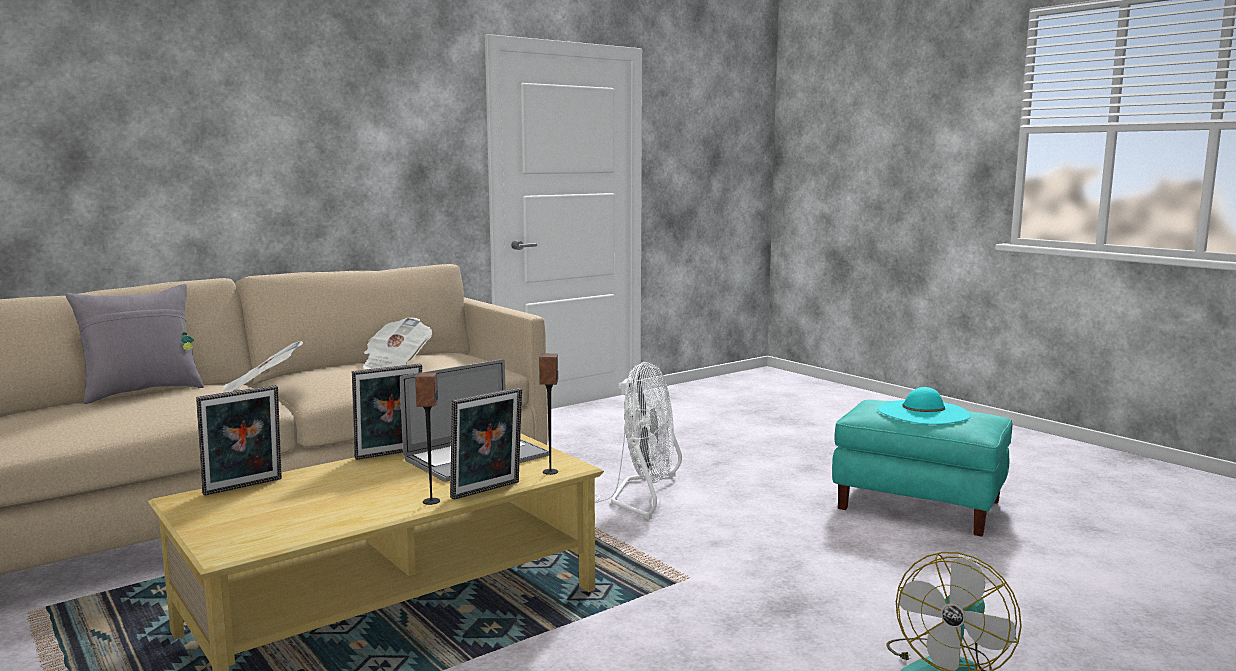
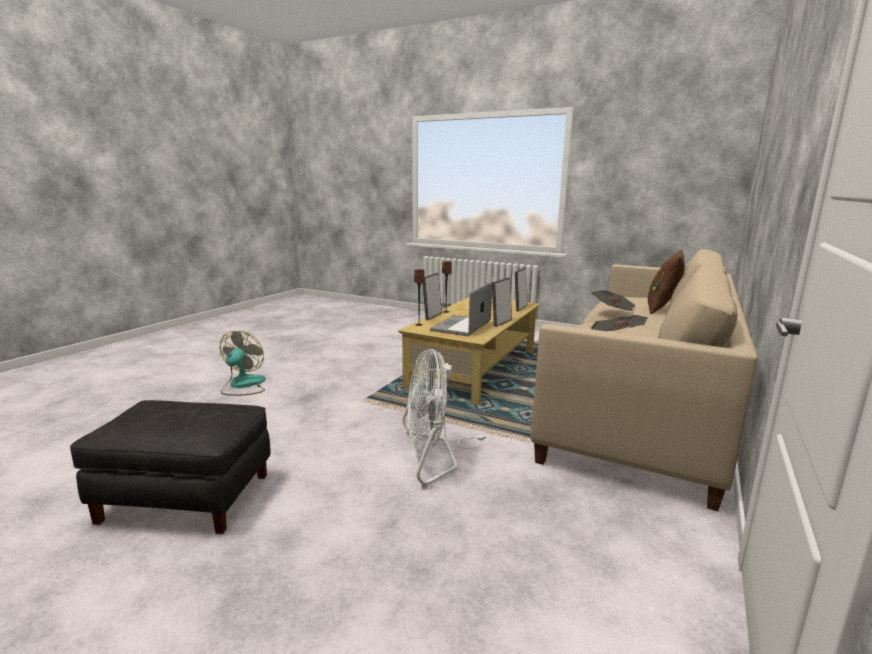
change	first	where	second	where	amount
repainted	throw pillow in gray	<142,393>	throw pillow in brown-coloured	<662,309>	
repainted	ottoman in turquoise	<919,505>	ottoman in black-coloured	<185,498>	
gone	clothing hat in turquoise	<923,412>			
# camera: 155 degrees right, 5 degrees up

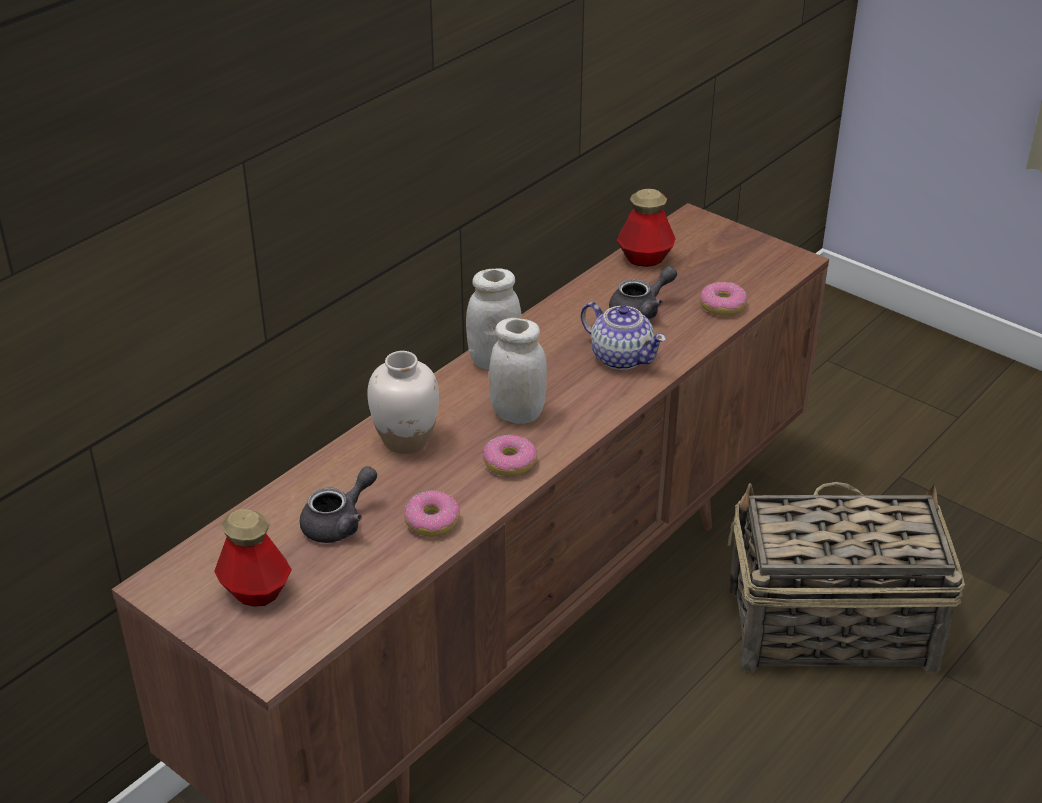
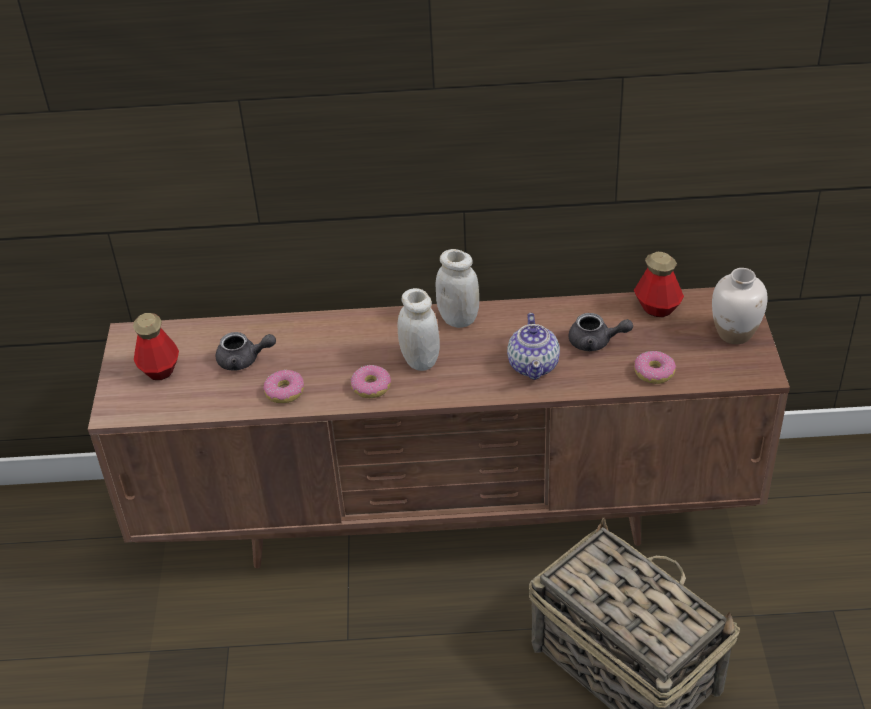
change	first	where	second	where	amount
shifted	vase in white-coloured	<406,440>		<735,333>	
# camera: 50 degrees right, 5 degrees up

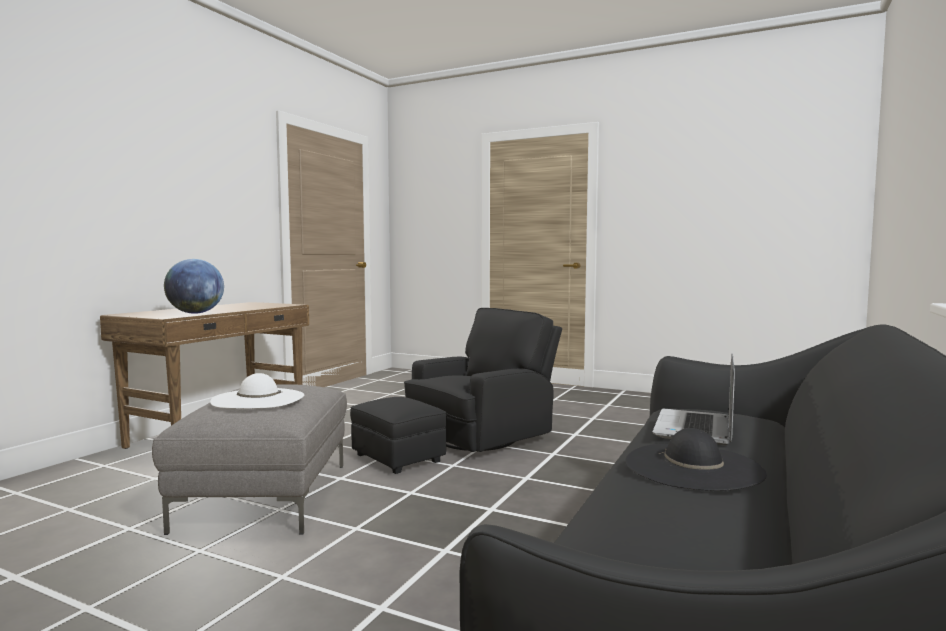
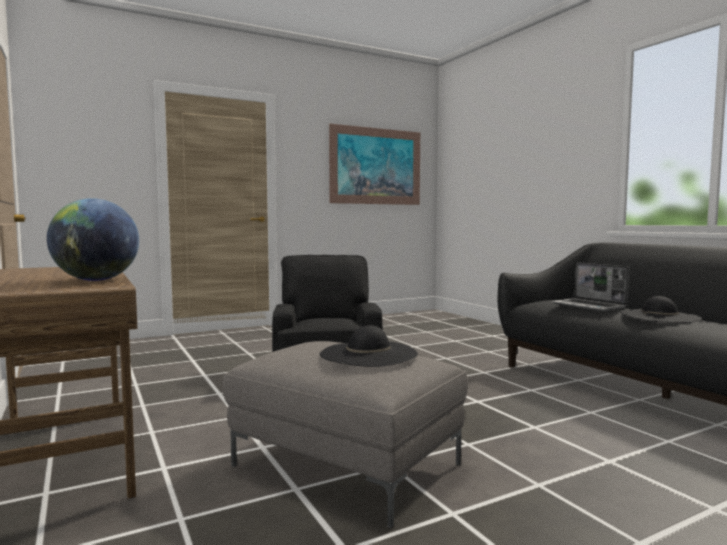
change	first	where	second	where	amount
repainted	clothing hat in white-coloured	<258,399>	clothing hat in black-coloured	<368,354>	
new			picture	<376,166>	
# camera: 55 degrees left, 0 degrees up

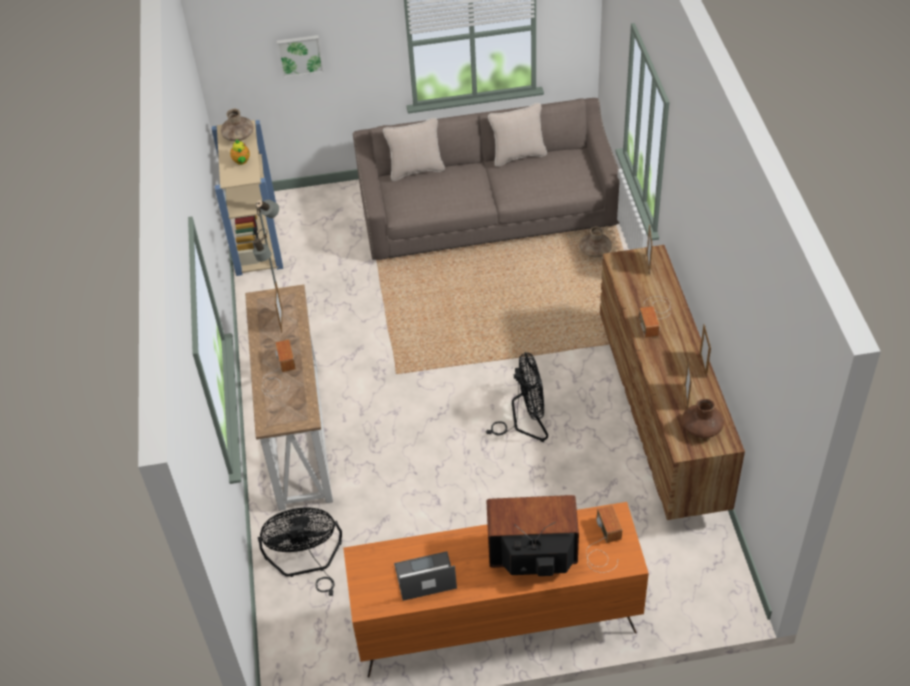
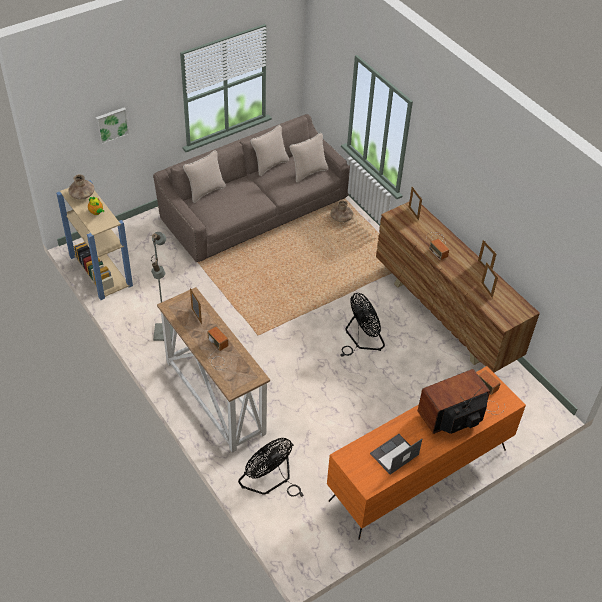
change	first	where	second	where	amount
gone	vase in brown-coloured	<701,428>			
new			throw pillow in beige	<308,172>	
# camera: 30 degrees left, 0 degrees up

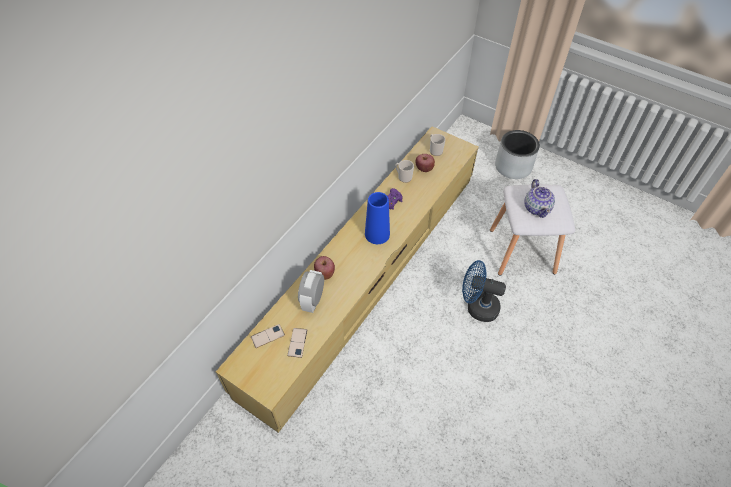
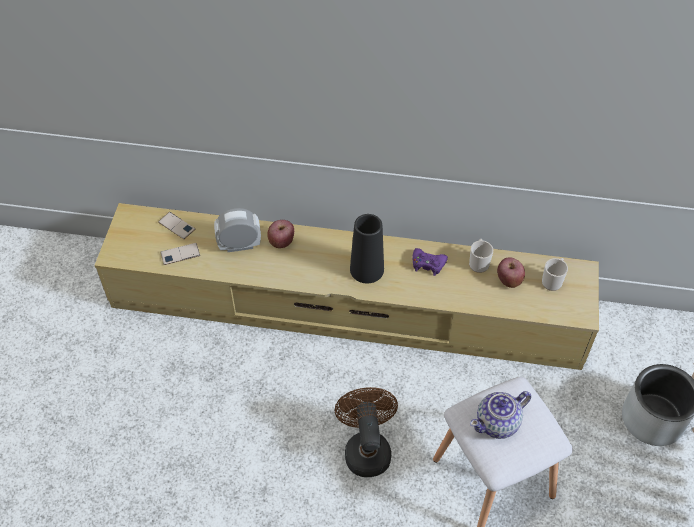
change	first	where	second	where	amount
repainted	vase in blue-coloured	<377,234>	vase in black-coloured	<367,269>	
repainted	cooling fan in blue-coloured	<477,306>	cooling fan in brown-coloured	<366,448>	
# camera: 65 degrees right, 0 degrees up

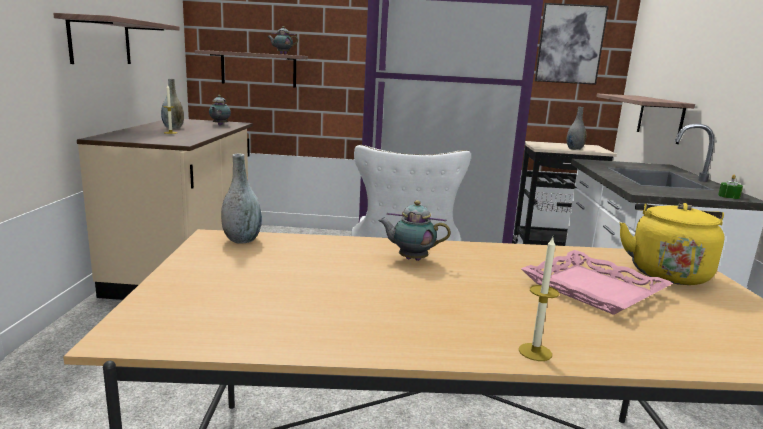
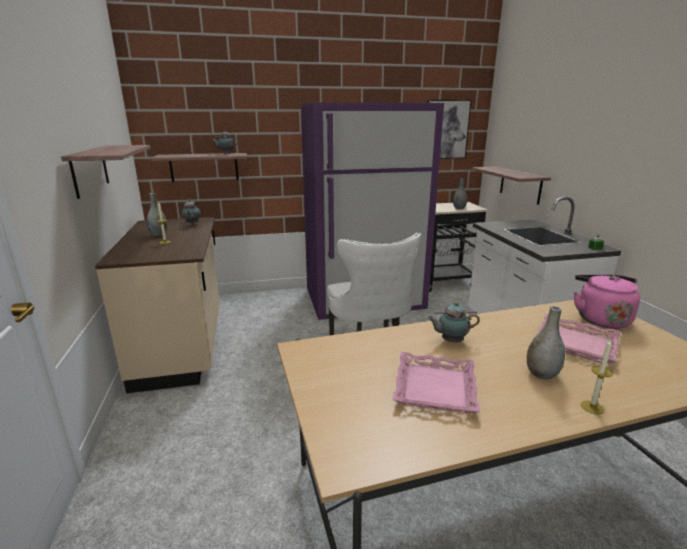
change	first	where	second	where	amount
shifted	vase in gray	<242,240>		<541,374>	
repainted	water kettle in yellowish	<666,272>	water kettle in pink	<600,319>	
new			tray in pink	<436,388>	
# camera: 15 degrees left, 5 degrees up

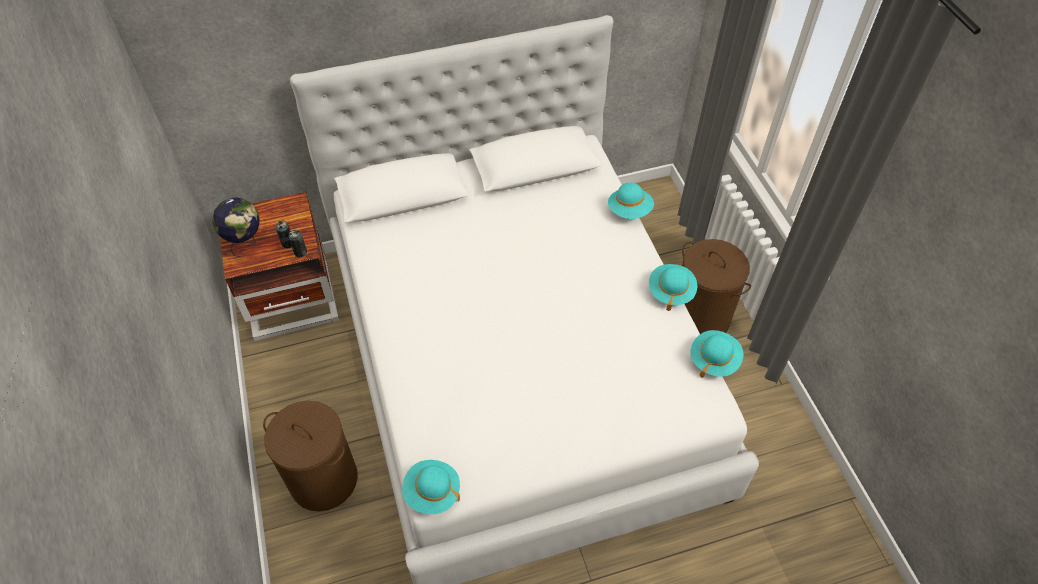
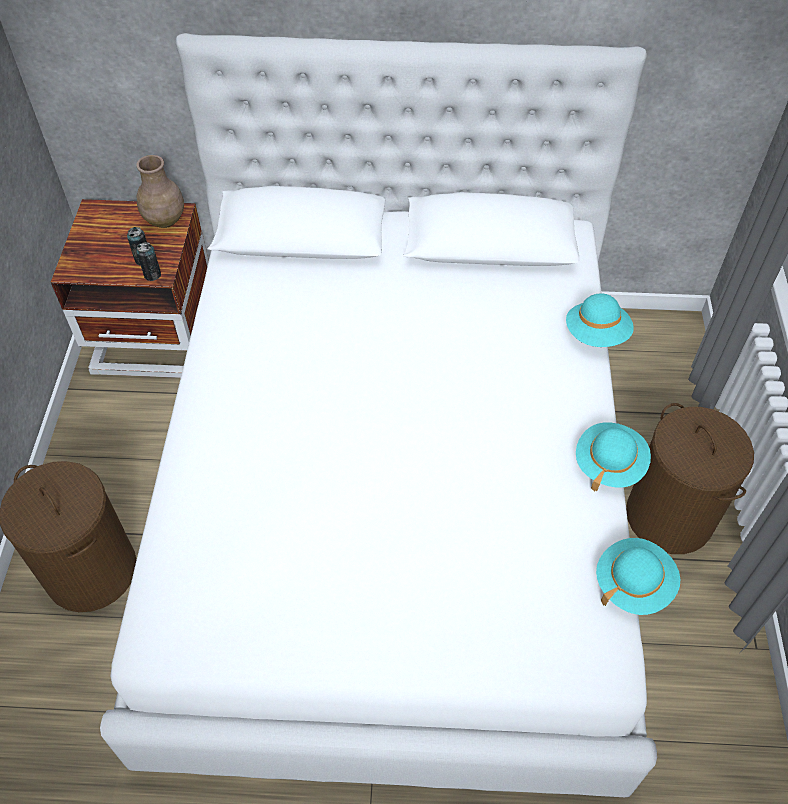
change	first	where	second	where	amount
gone	desk globe	<245,242>			
gone	clothing hat in turquoise	<432,492>			
new			vase in brown-coloured	<165,220>	
# camera: 20 degrees right, 0 degrees up

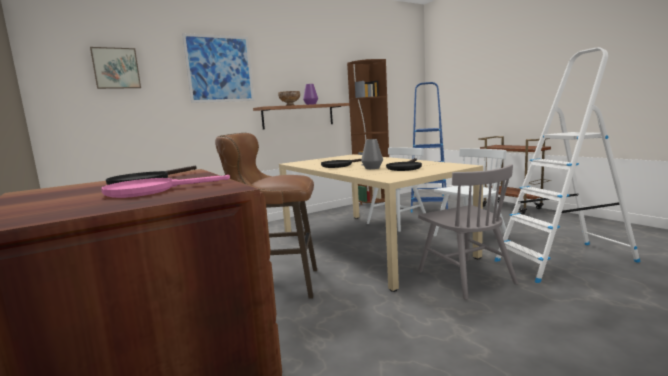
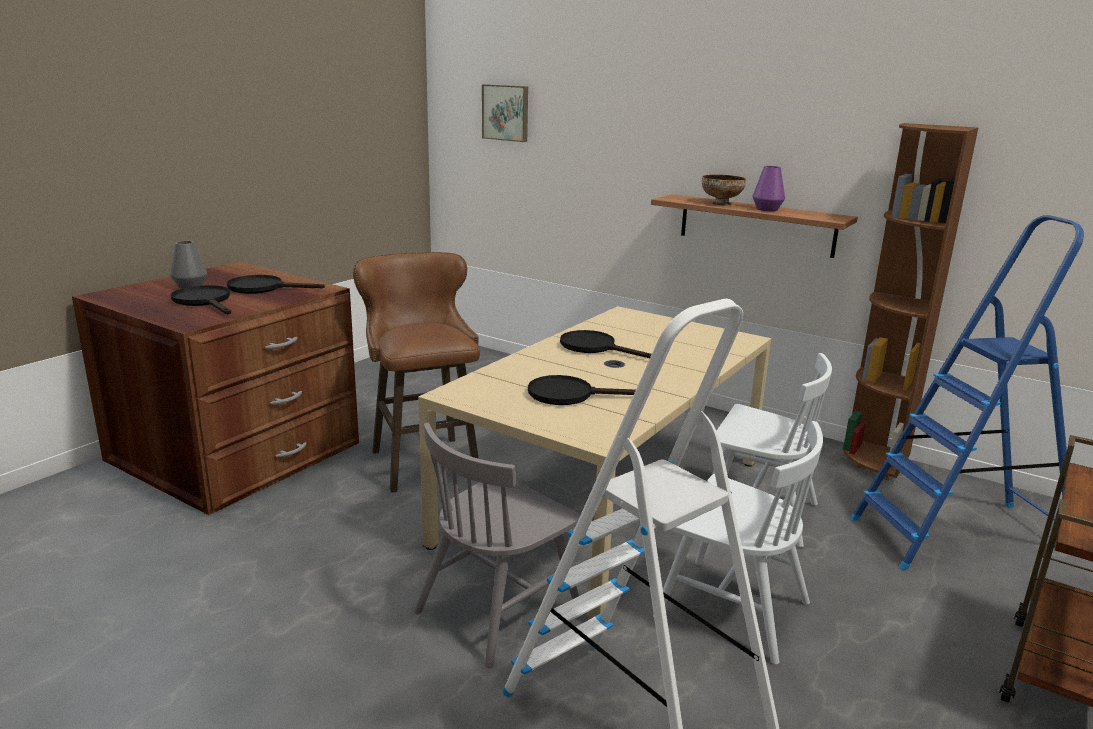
change	first	where	second	where	amount
repainted	pan in pink	<151,190>	pan in black-coloured	<205,301>	
gone	picture	<220,69>			
shifted	vase in gray	<372,168>		<190,286>	
# camera: 65 degrees right, 10 degrees up

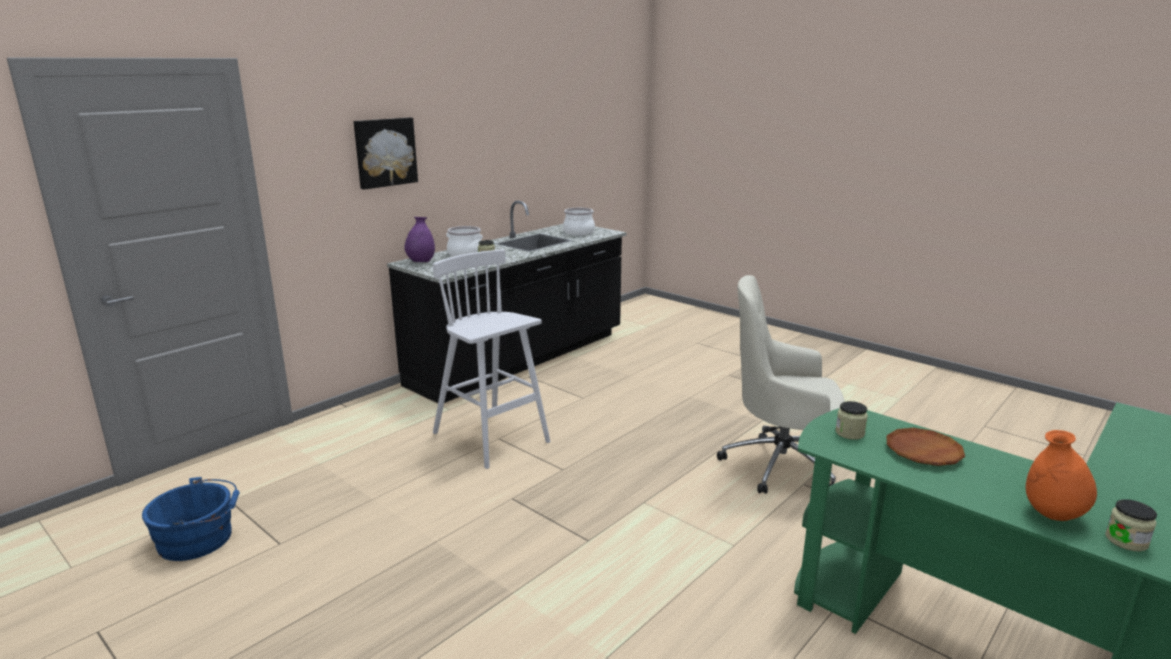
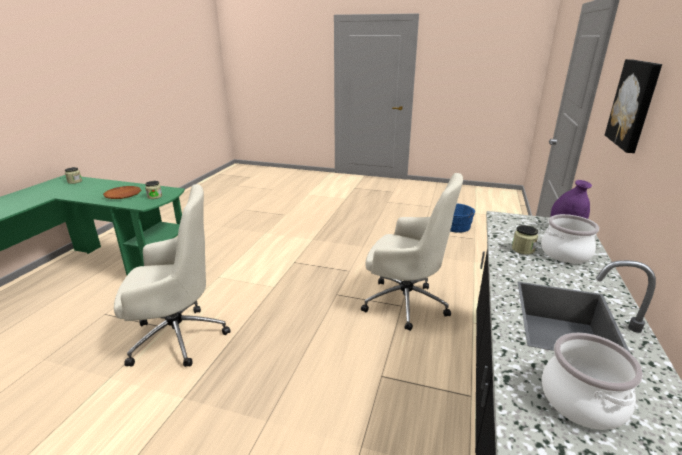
change	first	where	second	where	amount
swapped	stool in white-coloured	<492,438>	desk chair in beige	<405,304>	
gone	vase in orange	<1052,515>			
# camera: 155 degrees right, 5 degrees up

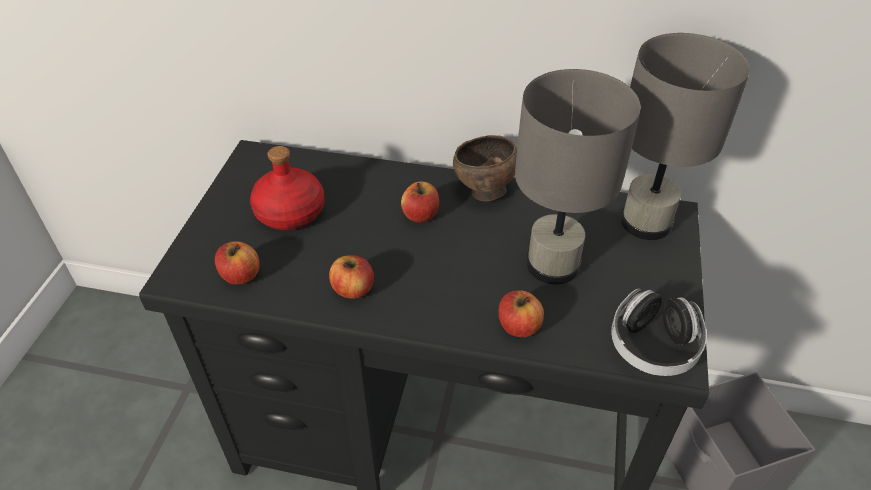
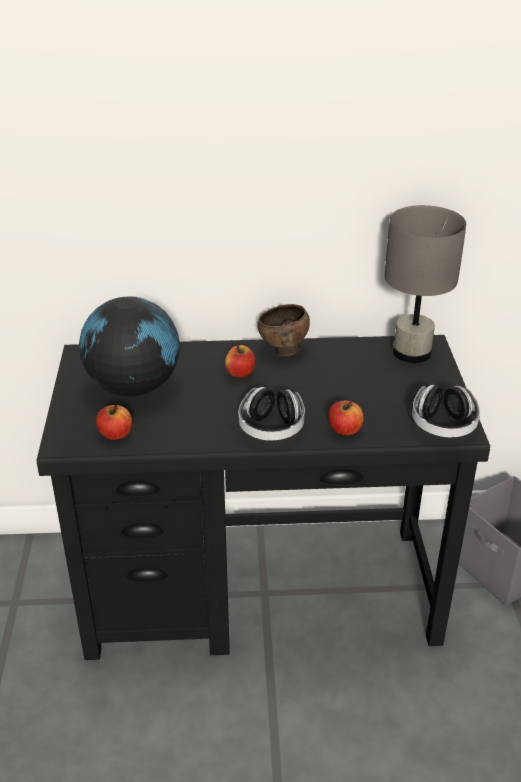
change	first	where	second	where	amount
swapped	beverage bottle in reddish	<290,212>	desk globe	<133,387>	
gone	whole apple	<353,289>			
gone	tabletop lamp in gray	<552,263>			
new			headphones	<271,428>	
# camera: 15 degrees left, 10 degrees down

